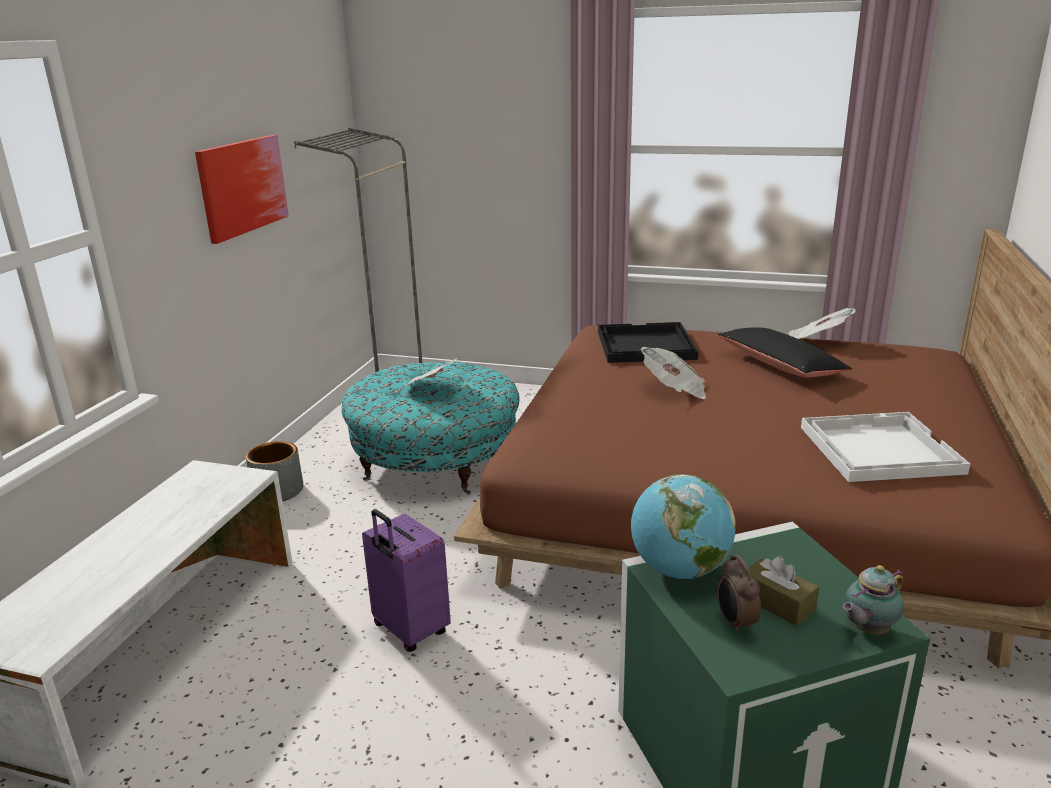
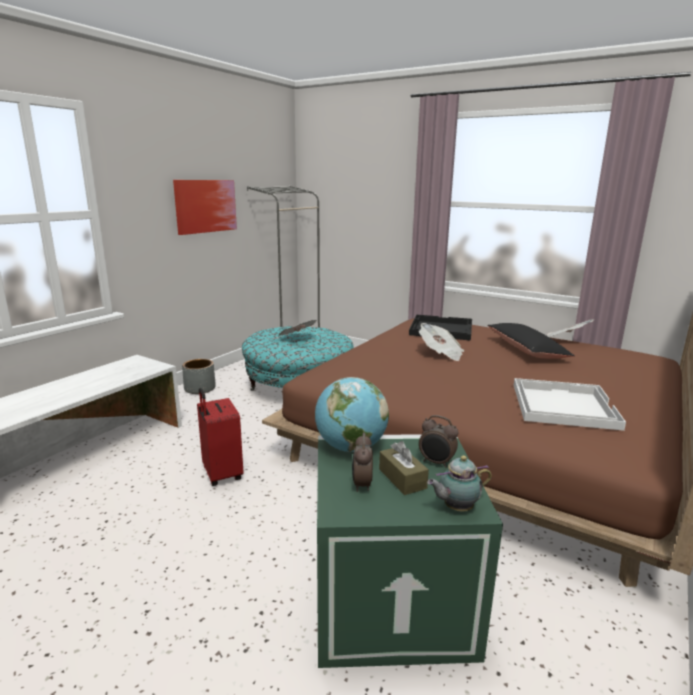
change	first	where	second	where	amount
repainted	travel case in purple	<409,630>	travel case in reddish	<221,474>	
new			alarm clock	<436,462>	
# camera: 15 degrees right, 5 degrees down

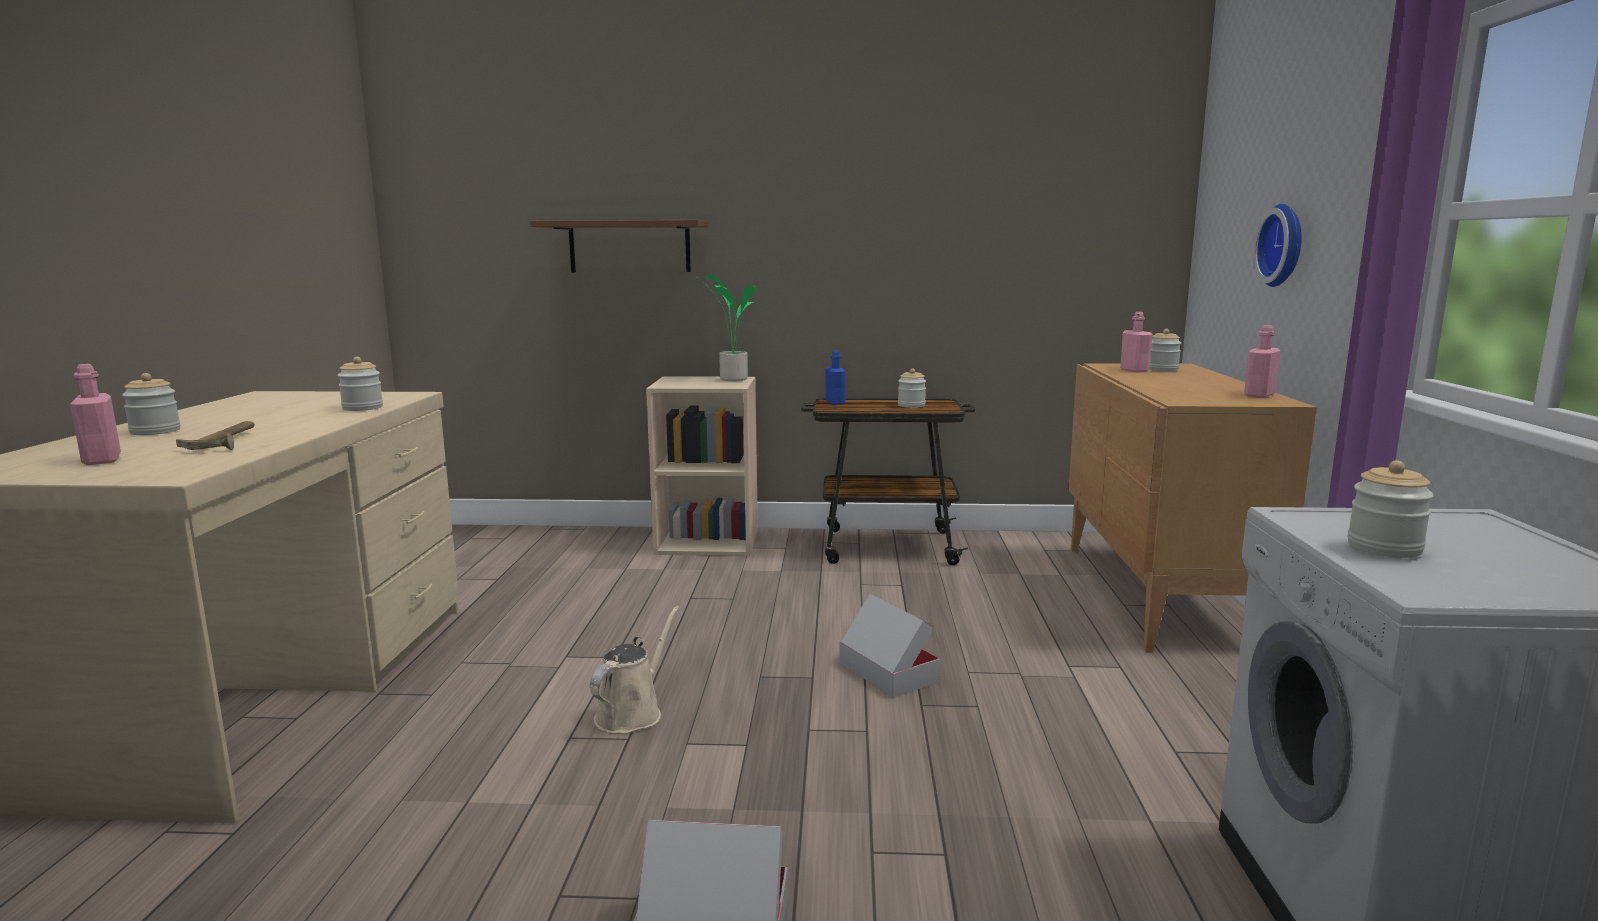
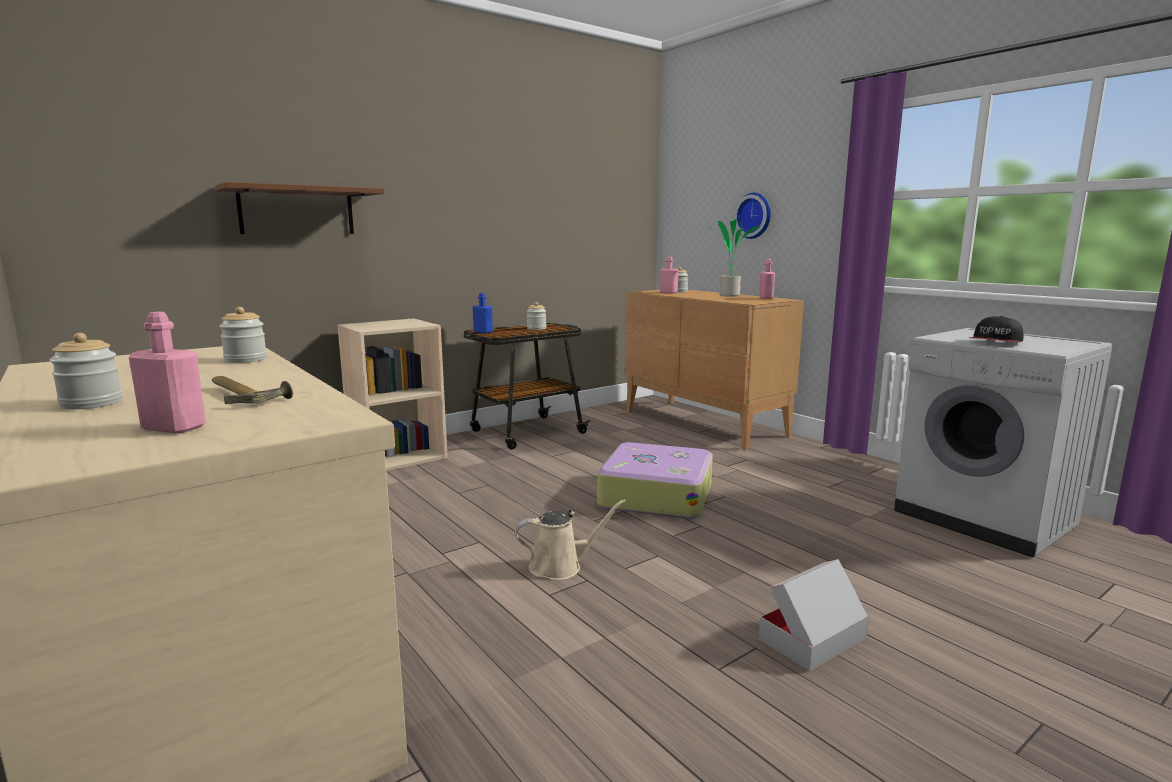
change	first	where	second	where	amount
rotated	watering can in beige	<632,713>		<560,566>	90 degrees clockwise
shifted	plant in a pot	<731,379>		<728,295>	
swapped	cardboard box	<887,672>	travel case	<655,495>	
swapped	preserve jar	<1384,548>	peaked cap	<995,342>	
# camera: 40 degrees left, 0 degrees up

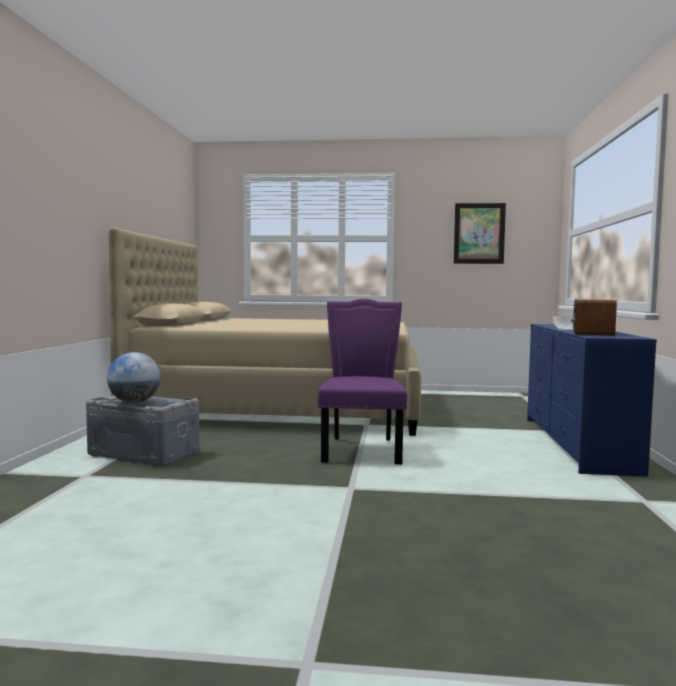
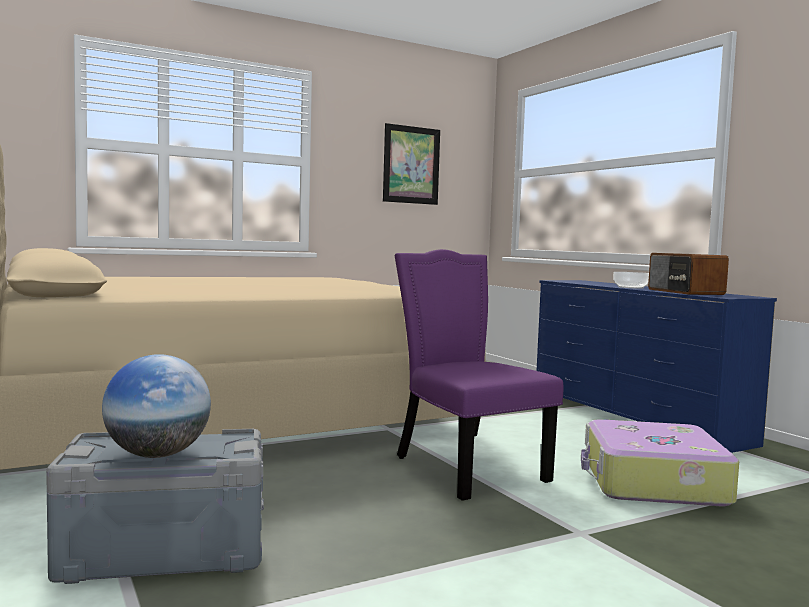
change	first	where	second	where	amount
new			travel case	<652,482>	
# camera: 35 degrees left, 0 degrees up

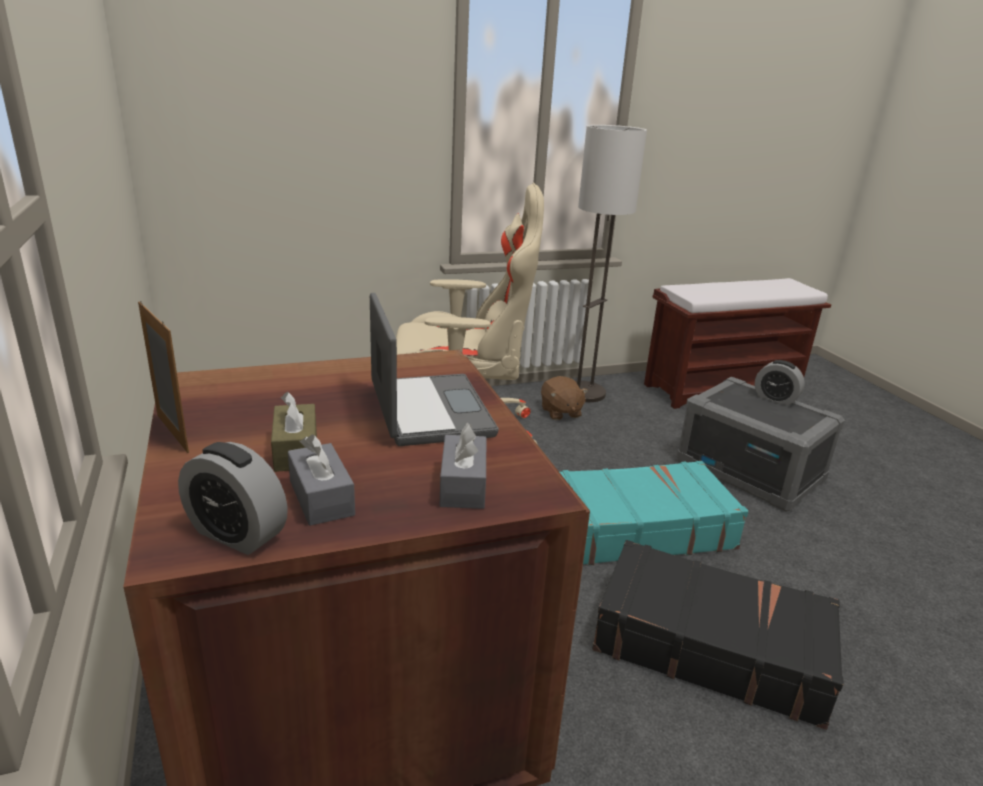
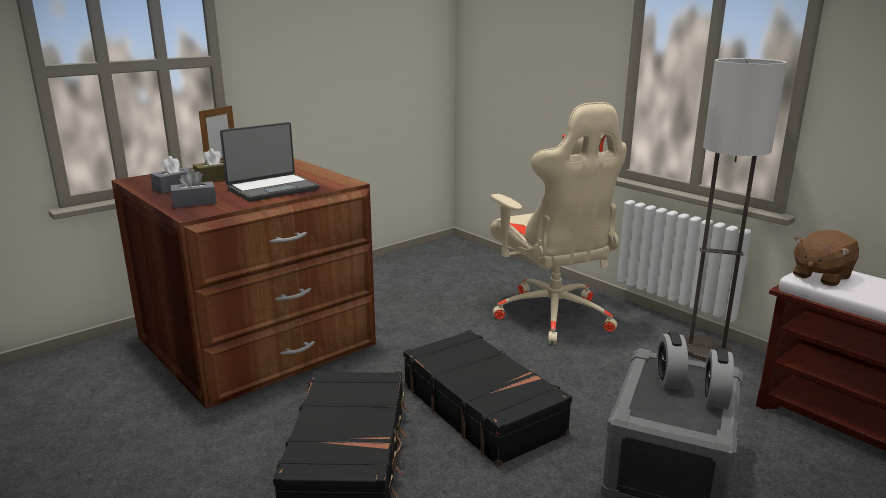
change	first	where	second	where	amount
shifted	alarm clock	<237,533>		<669,379>	
shifted	cuddly toy in brown-coloured	<560,412>		<820,276>	
repainted	travel case in turquoise	<636,528>	travel case in black-coloured	<482,408>	
# camera: 70 degrees right, 5 degrees down

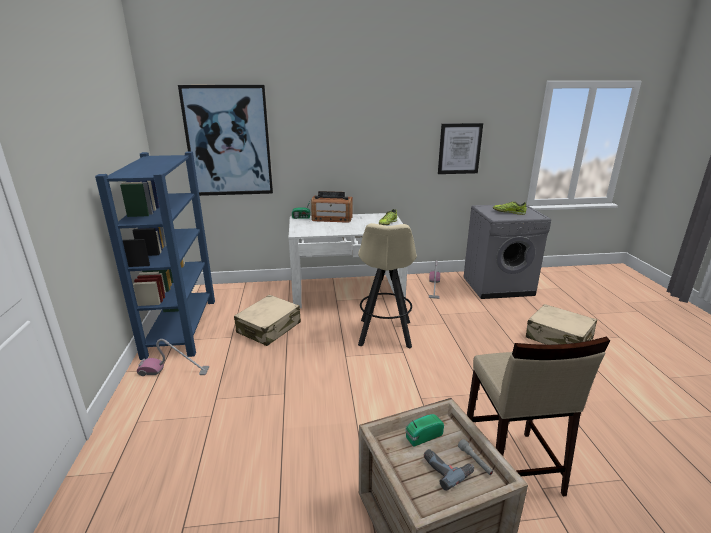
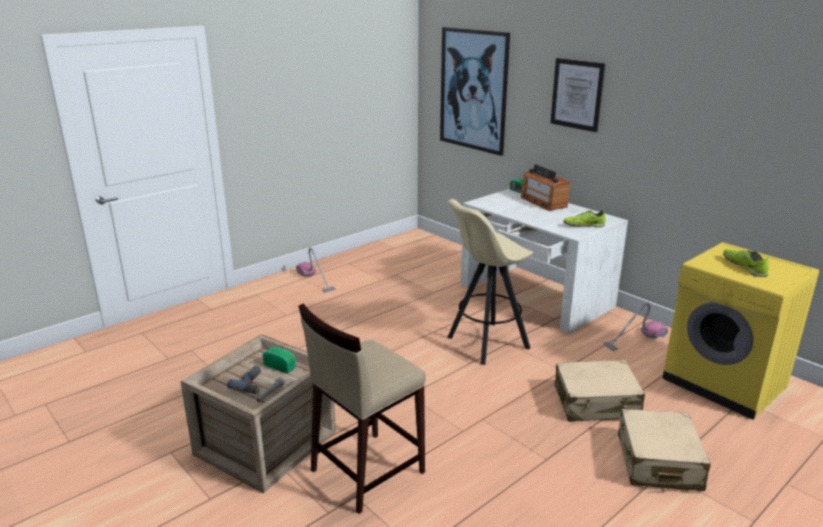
change	first	where	second	where	amount
gone	bookcase in blue-coloured	<181,327>			
shifted	travel case in beige	<269,328>		<596,402>	
shifted	picture	<459,148>		<577,94>	
repainted	washing machine in gray	<499,287>	washing machine in yellowish	<723,384>	
# camera: 55 degrees right, 0 degrees up

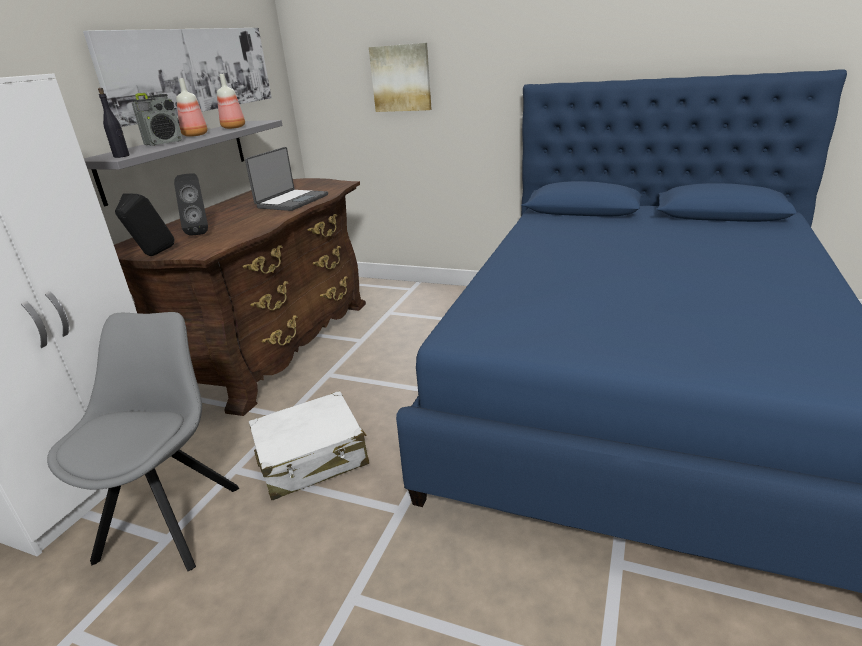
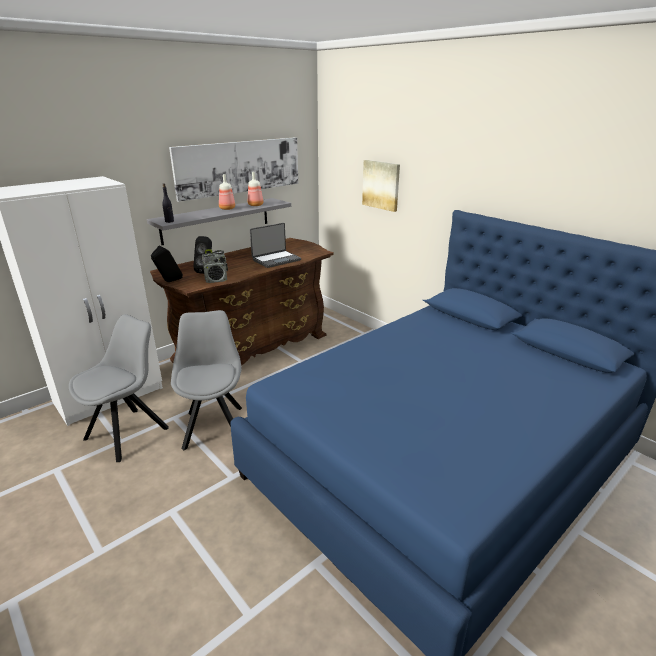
change	first	where	second	where	amount
shifted	radio receiver	<165,143>		<216,280>	
swapped	travel case in white-coloured	<312,458>	chair in gray	<214,427>	
# camera: 25 degrees right, 0 degrees up

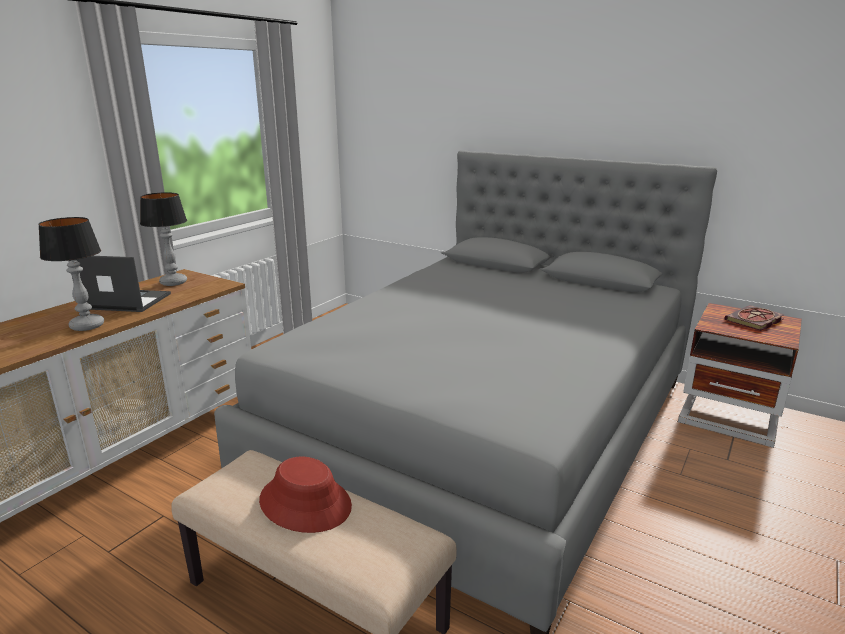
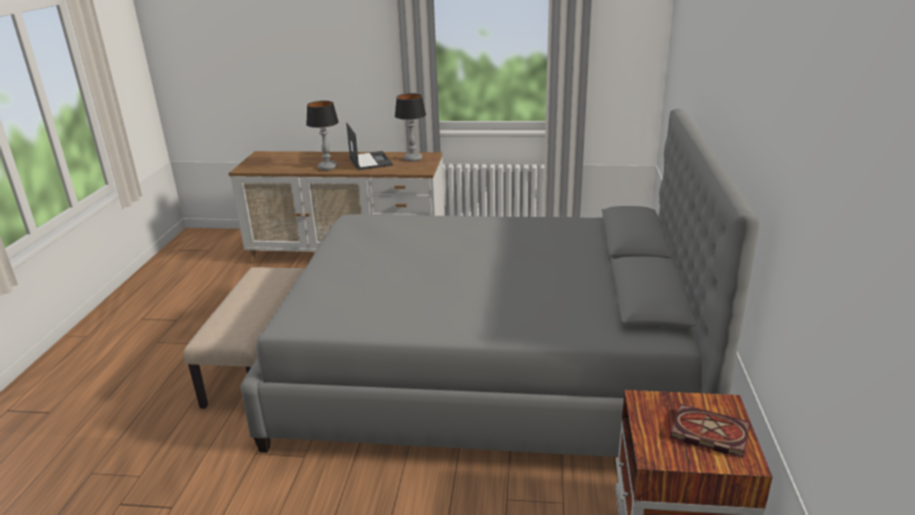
change	first	where	second	where	amount
gone	clothing hat in reddish	<305,503>			
# camera: 65 degrees right, 5 degrees up

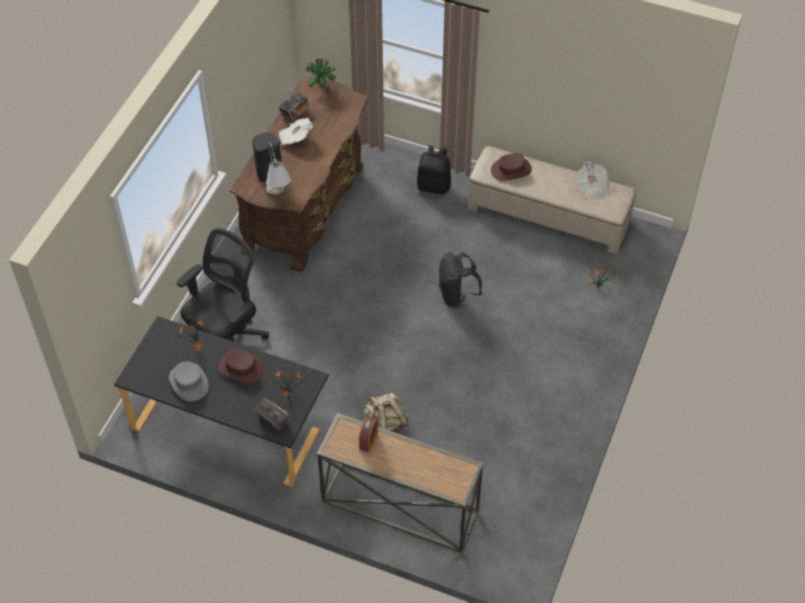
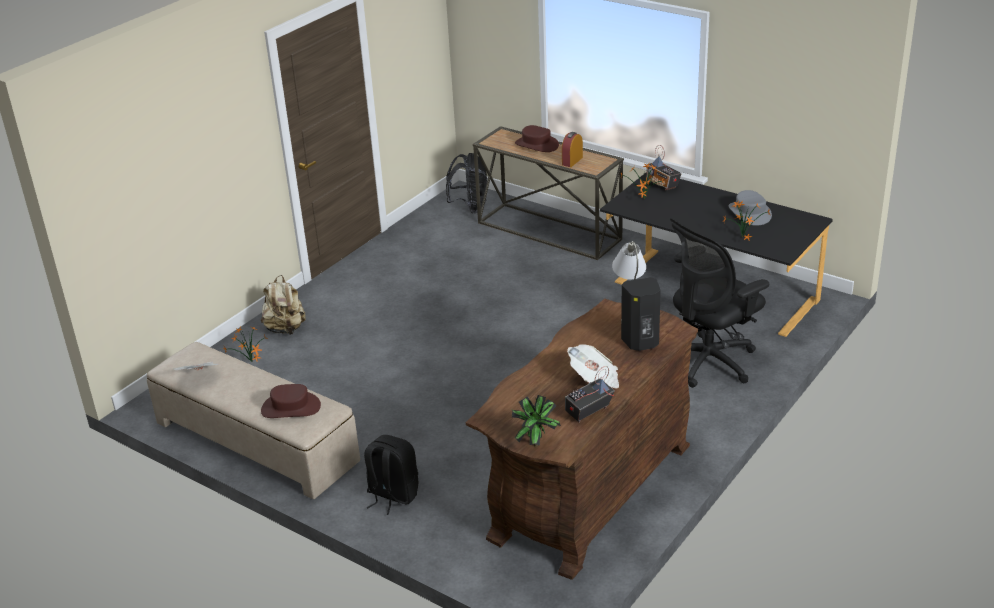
change	first	where	second	where	amount
shifted	clothing hat in brown-coloured	<241,368>		<536,145>	
shifted	backpack in beige	<385,424>		<285,329>	
shifted	backpack in black-coloured	<456,296>		<470,207>	
# camera: 165 degrees left, 20 degrees down

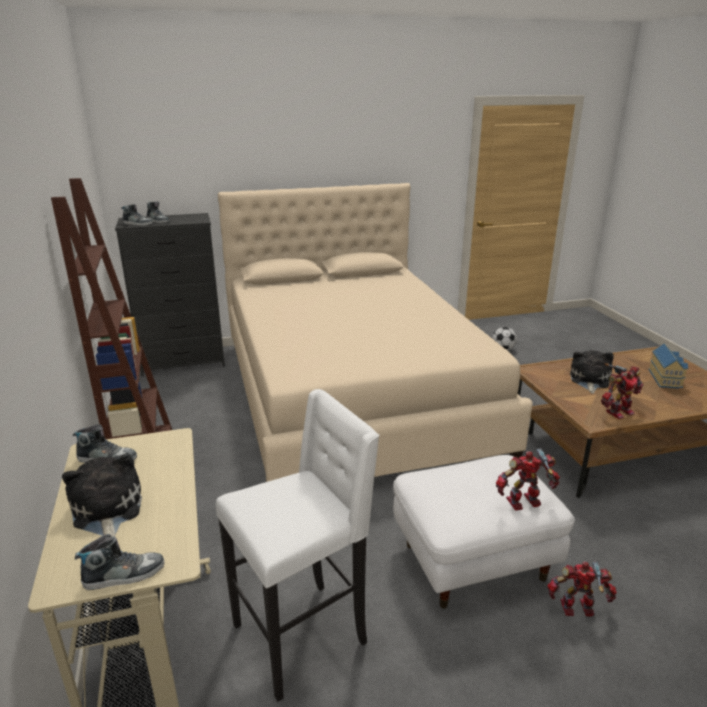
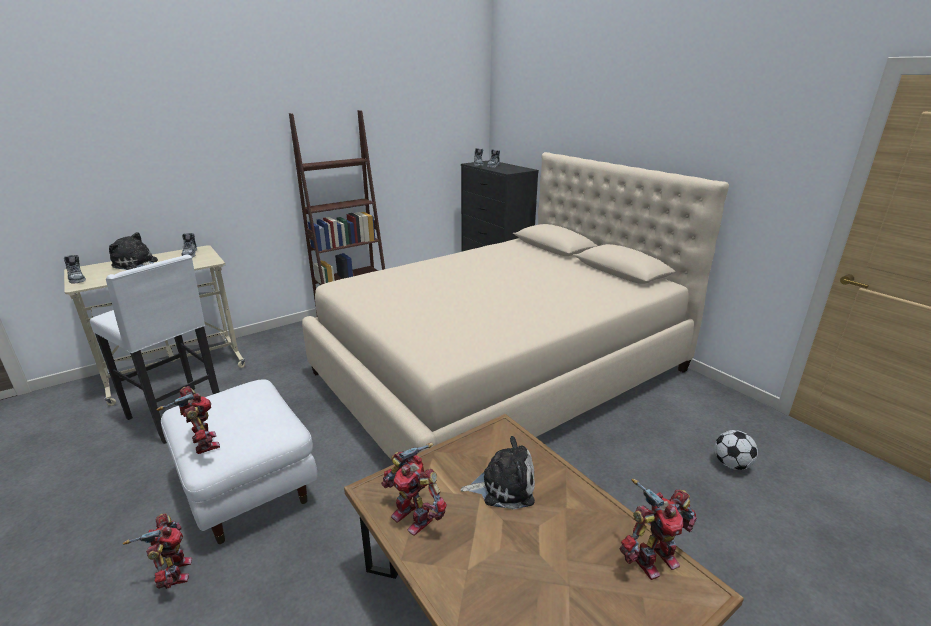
change	first	where	second	where	amount
rotated	cuddly toy	<106,510>		<137,264>	120 degrees counterclockwise
gone	toy house	<666,378>			
new			toy robot	<652,558>	
# camera: 70 degrees right, 0 degrees up

